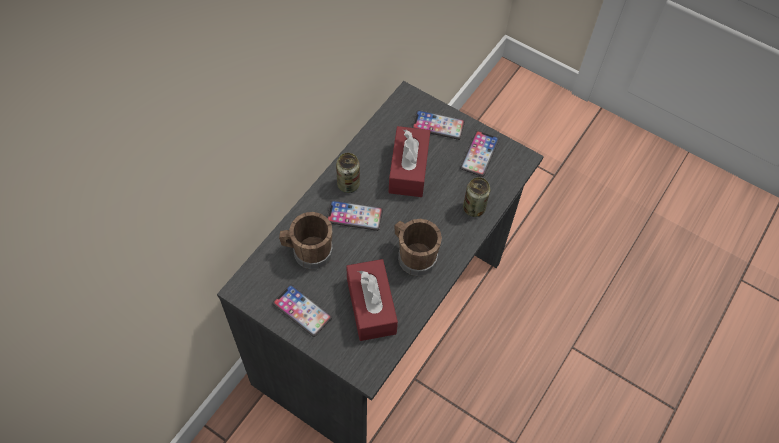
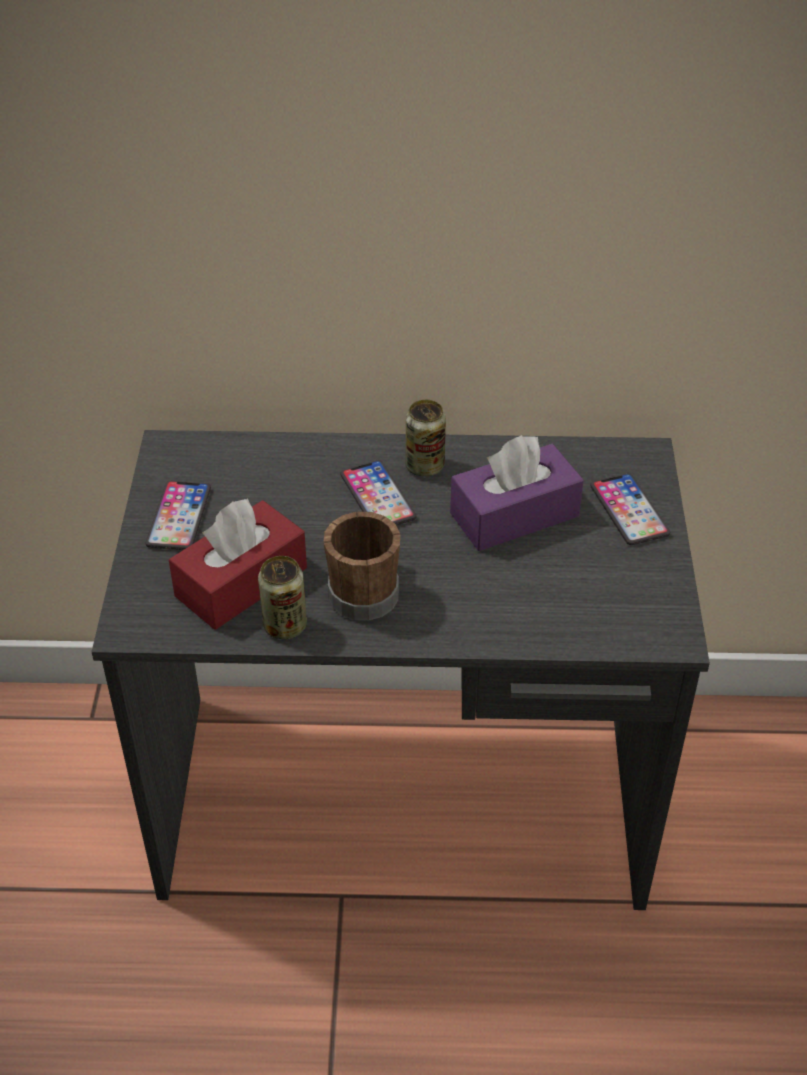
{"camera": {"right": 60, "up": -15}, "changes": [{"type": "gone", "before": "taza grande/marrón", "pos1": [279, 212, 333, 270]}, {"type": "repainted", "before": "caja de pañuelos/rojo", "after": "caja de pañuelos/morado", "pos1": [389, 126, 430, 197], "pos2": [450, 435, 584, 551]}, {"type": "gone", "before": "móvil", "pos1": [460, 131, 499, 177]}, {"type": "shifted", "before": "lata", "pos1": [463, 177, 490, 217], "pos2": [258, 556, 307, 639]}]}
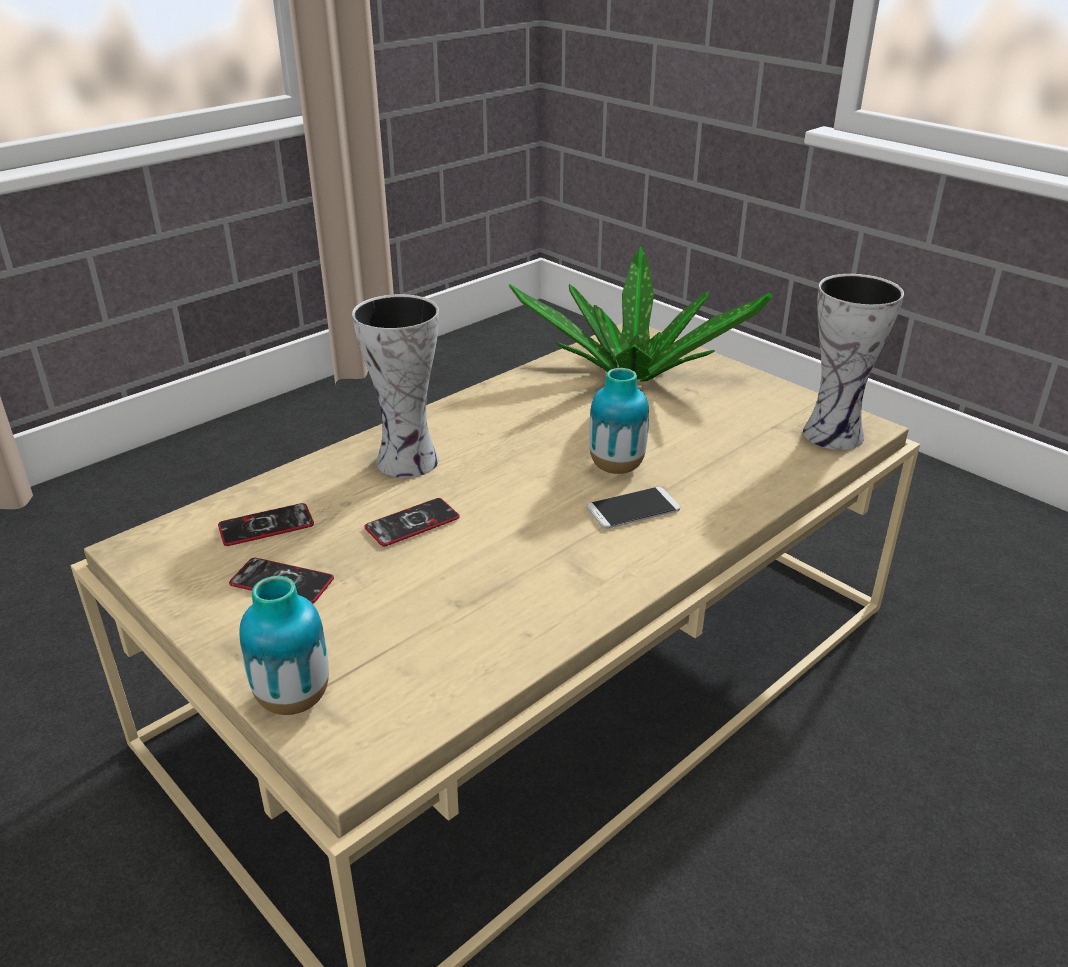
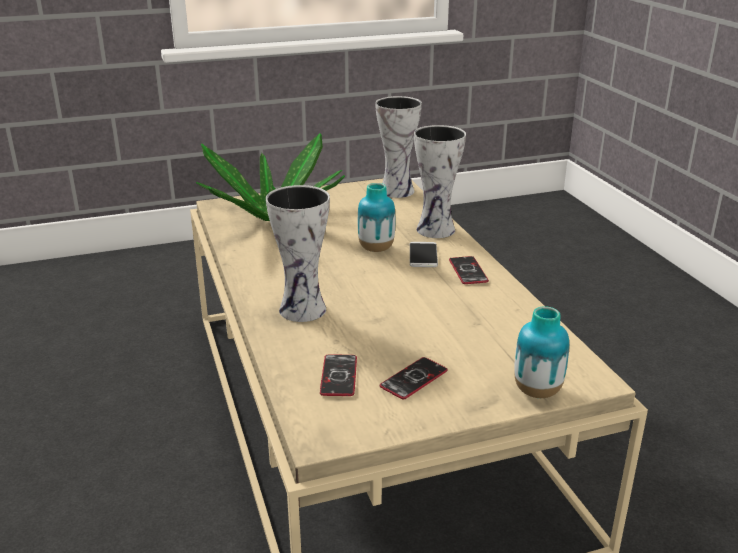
{"camera": {"right": -65, "up": -5}, "changes": [{"type": "shifted", "before": "móvil", "pos1": [364, 498, 460, 546], "pos2": [449, 256, 489, 284]}, {"type": "new", "after": "florero", "pos2": [414, 125, 466, 238]}]}
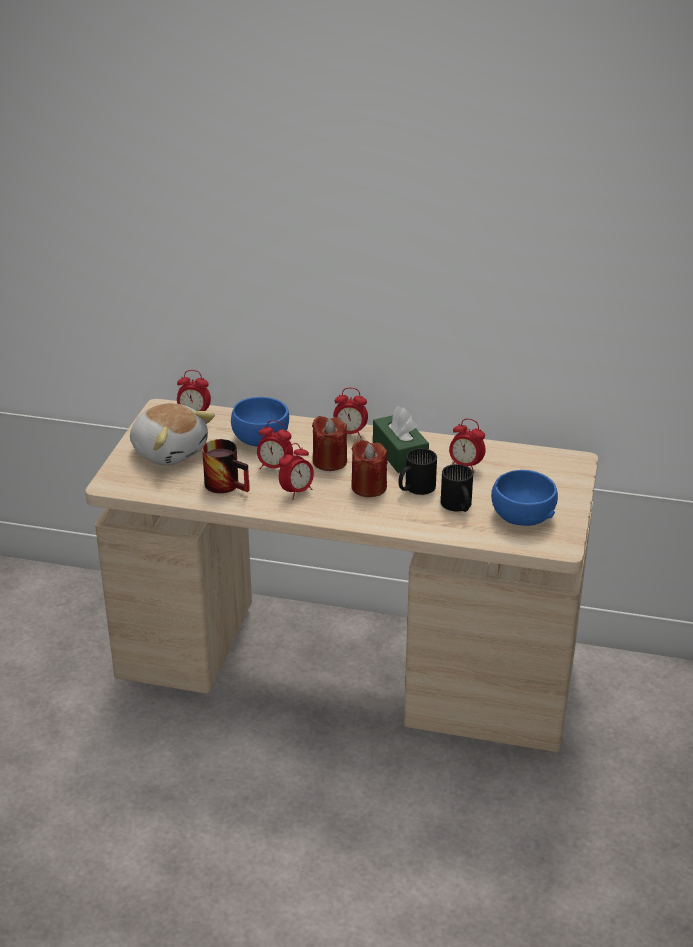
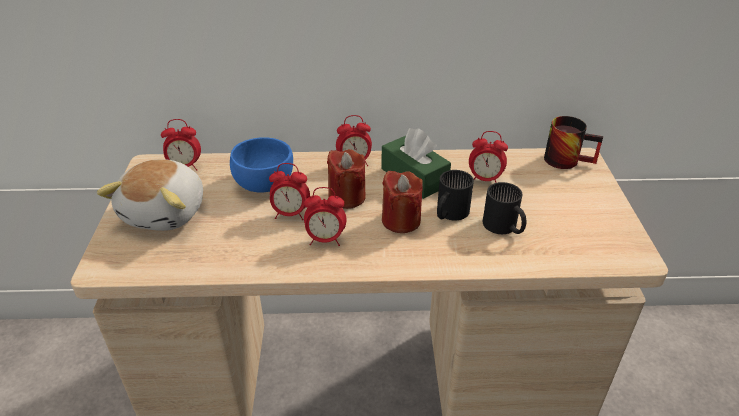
{"camera": {"right": -15, "up": 5}, "changes": [{"type": "rotated", "before": "peluche", "pos1": [130, 403, 215, 465], "pos2": [97, 159, 203, 231], "turn": 75}, {"type": "shifted", "before": "taza grande", "pos1": [202, 439, 250, 493], "pos2": [544, 116, 603, 169]}, {"type": "rotated", "before": "despertador", "pos1": [279, 443, 314, 499], "pos2": [304, 187, 346, 246], "turn": 60}, {"type": "gone", "before": "cuenco/azul", "pos1": [491, 470, 558, 526]}]}
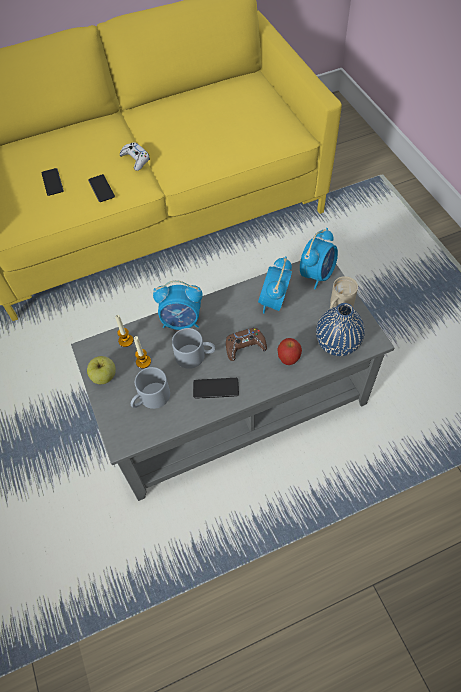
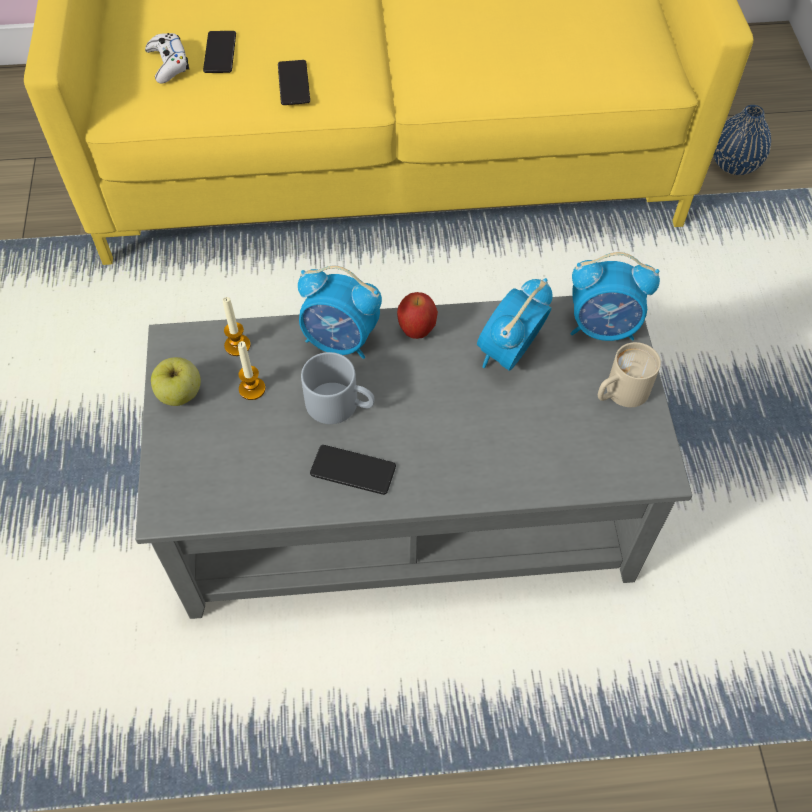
{"camera": {"right": 15, "up": 0}, "changes": [{"type": "shifted", "before": "mando de consola/blanco", "pos1": [120, 142, 150, 171], "pos2": [145, 33, 189, 84]}, {"type": "gone", "before": "taza grande/gris", "pos1": [131, 367, 170, 409]}, {"type": "gone", "before": "mando de consola/marrón", "pos1": [226, 328, 267, 361]}, {"type": "shifted", "before": "manzana", "pos1": [277, 338, 302, 365], "pos2": [397, 292, 438, 339]}, {"type": "rotated", "before": "despertador", "pos1": [300, 228, 338, 289], "pos2": [570, 252, 660, 341], "turn": 45}, {"type": "shifted", "before": "florero/azul", "pos1": [316, 303, 365, 356], "pos2": [713, 105, 771, 175]}]}
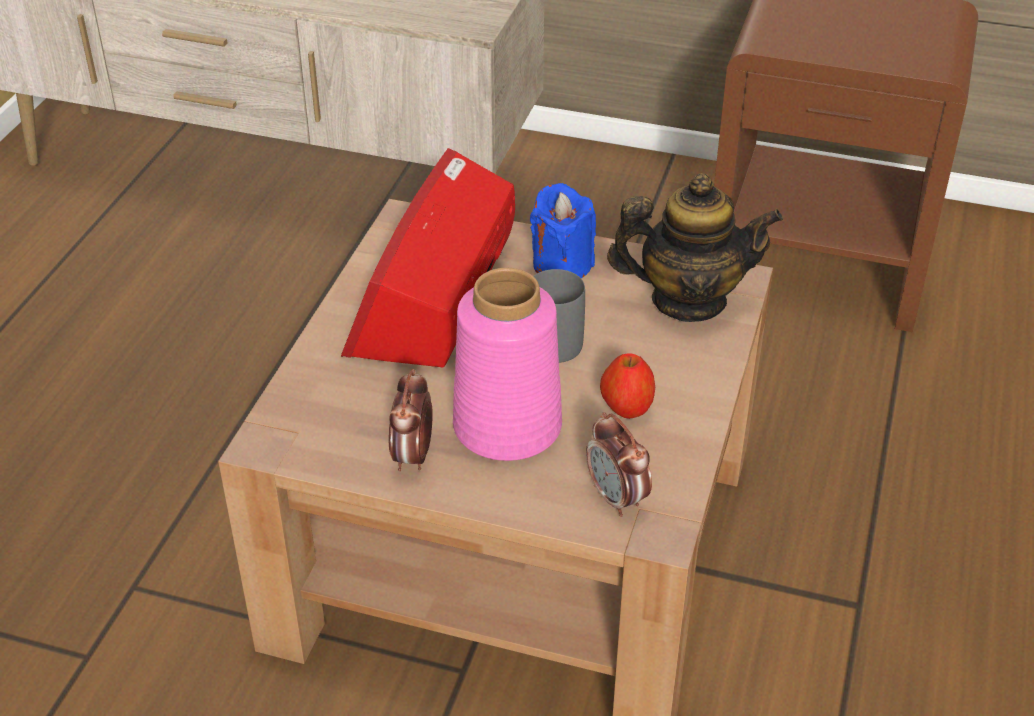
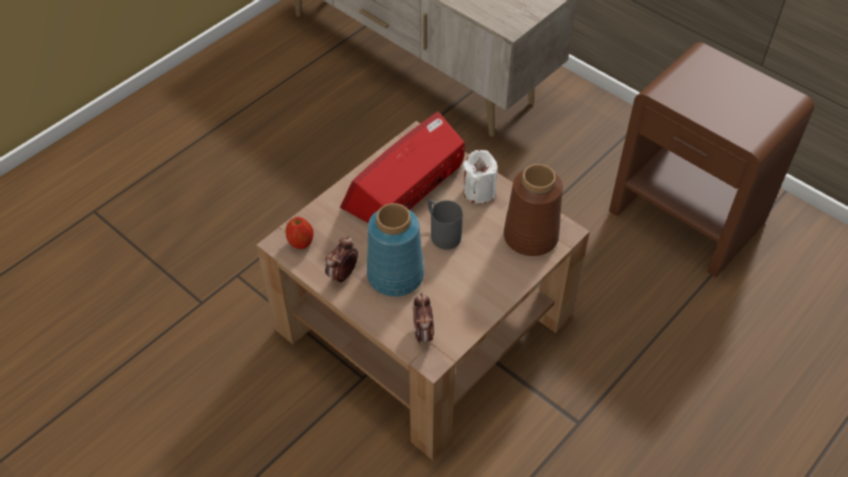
{"camera": {"right": 25, "up": 10}, "changes": [{"type": "repainted", "before": "florero/rosa", "after": "florero/azul", "pos1": [453, 268, 562, 461], "pos2": [367, 203, 424, 297]}, {"type": "repainted", "before": "vela/azul", "after": "vela/blanco", "pos1": [530, 183, 596, 278], "pos2": [463, 150, 497, 204]}, {"type": "shifted", "before": "manzana", "pos1": [600, 354, 655, 419], "pos2": [286, 217, 314, 249]}, {"type": "swapped", "before": "tetera", "after": "florero/marrón", "pos1": [607, 174, 783, 322], "pos2": [504, 164, 563, 256]}]}
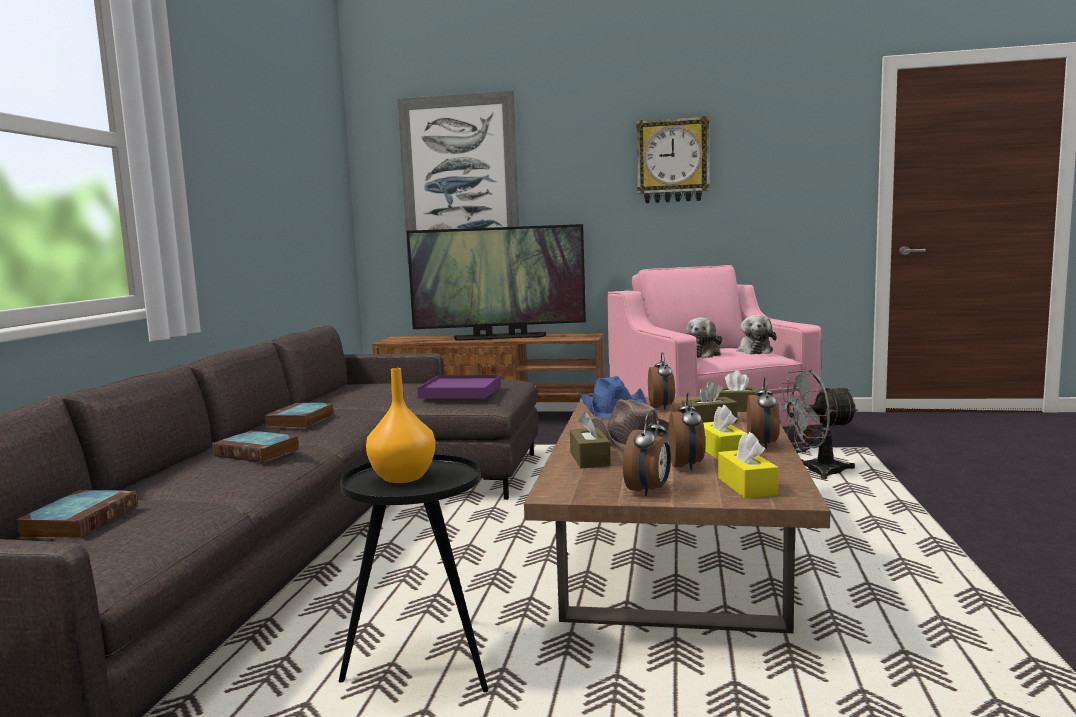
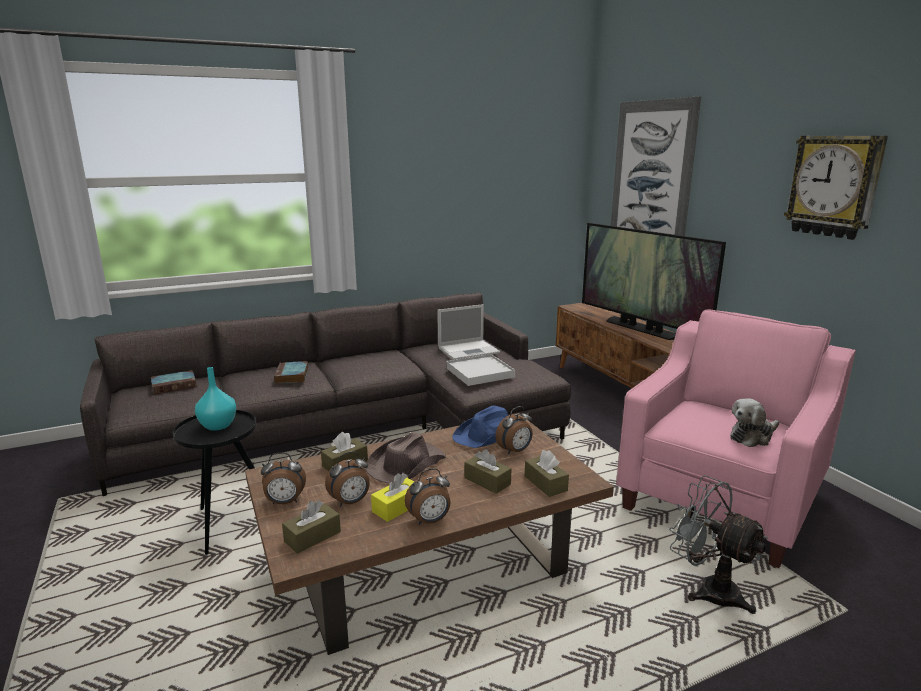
{"camera": {"right": 55, "up": 10}, "changes": [{"type": "gone", "before": "libro", "pos1": [265, 403, 334, 428]}, {"type": "repainted", "before": "florero/naranja", "after": "florero/turquesa", "pos1": [366, 368, 436, 483], "pos2": [195, 367, 236, 431]}, {"type": "repainted", "before": "bandeja/morado", "after": "bandeja/blanco", "pos1": [417, 375, 501, 398], "pos2": [446, 354, 515, 386]}, {"type": "gone", "before": "peluche", "pos1": [687, 317, 722, 358]}, {"type": "repainted", "before": "caja de pañuelos/amarillo", "after": "caja de pañuelos/marrón", "pos1": [718, 432, 778, 498], "pos2": [282, 500, 341, 554]}, {"type": "new", "after": "portátil", "pos2": [437, 304, 500, 360]}]}
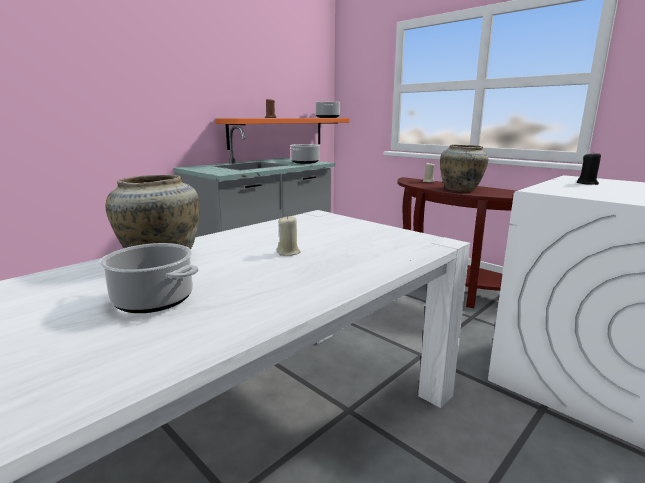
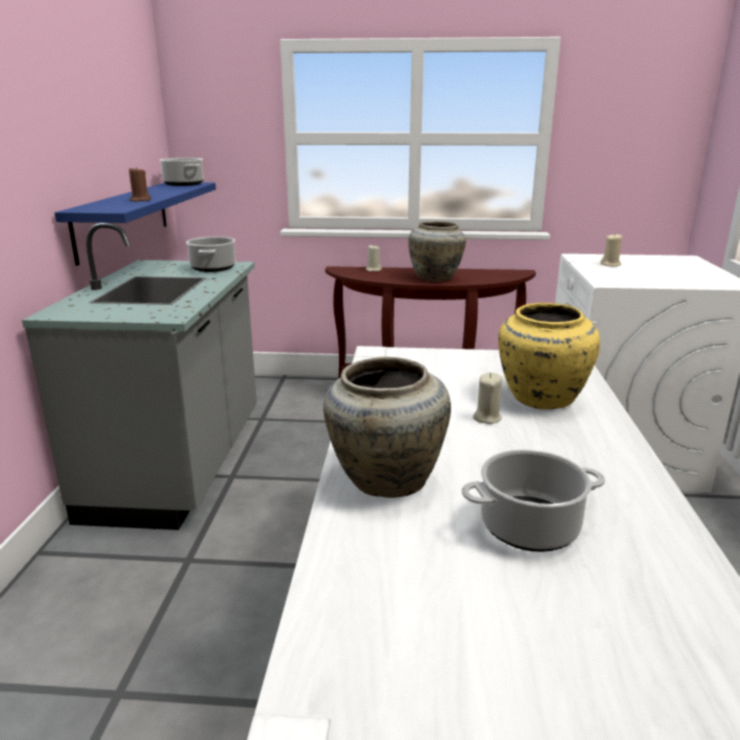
{"camera": {"right": -40, "up": 5}, "changes": [{"type": "repainted", "before": "estante/naranja", "after": "estante/azul", "pos1": [215, 118, 349, 150], "pos2": [55, 183, 216, 266]}, {"type": "repainted", "before": "vela/negro", "after": "vela/beis", "pos1": [577, 151, 601, 185], "pos2": [600, 234, 622, 266]}, {"type": "new", "after": "florero/amarillo", "pos2": [498, 303, 600, 410]}]}
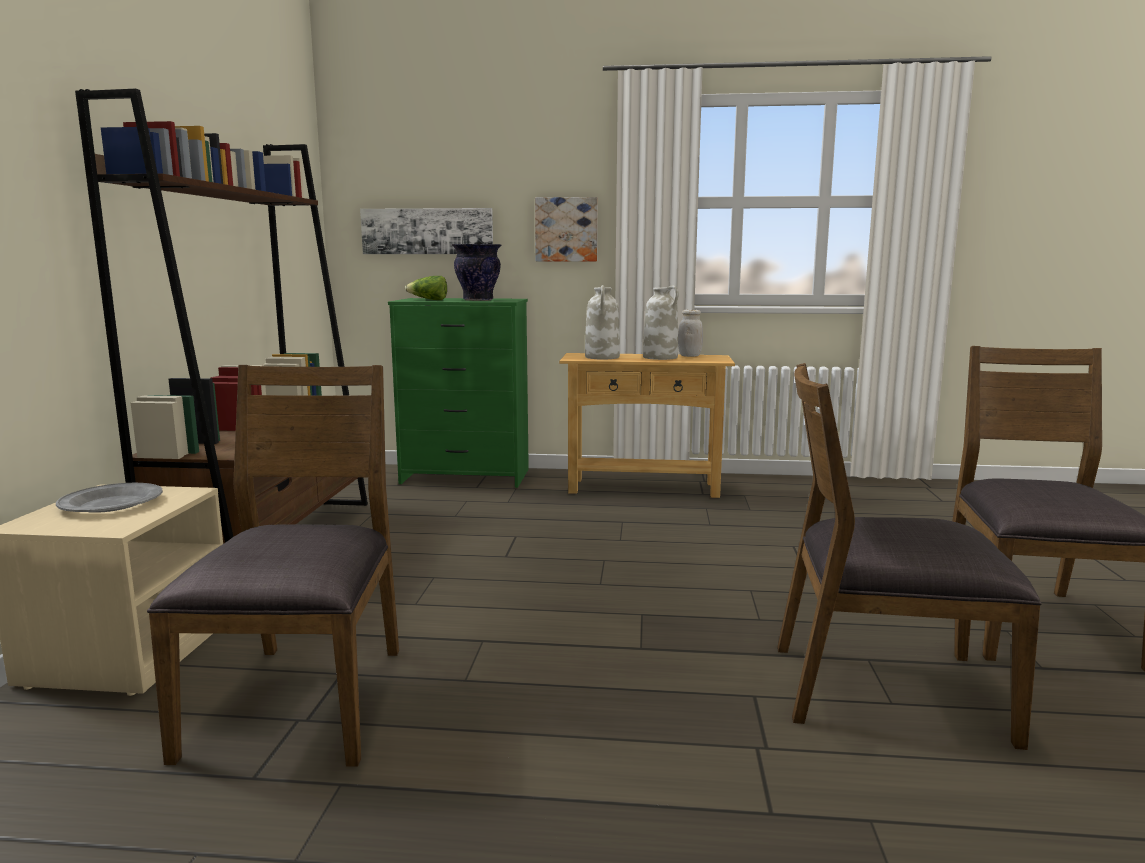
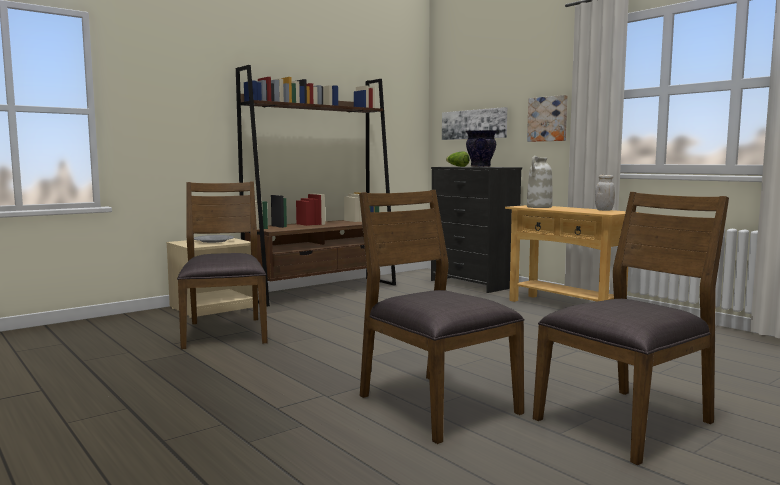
{"camera": {"right": 45, "up": -5}, "changes": [{"type": "rotated", "before": "silla/marrón", "pos1": [147, 365, 399, 767], "pos2": [177, 182, 268, 349], "turn": -60}, {"type": "repainted", "before": "cómoda/verde", "after": "cómoda/negro", "pos1": [388, 298, 529, 488], "pos2": [431, 167, 522, 293]}, {"type": "gone", "before": "florero/blanco", "pos1": [643, 285, 679, 360]}]}
